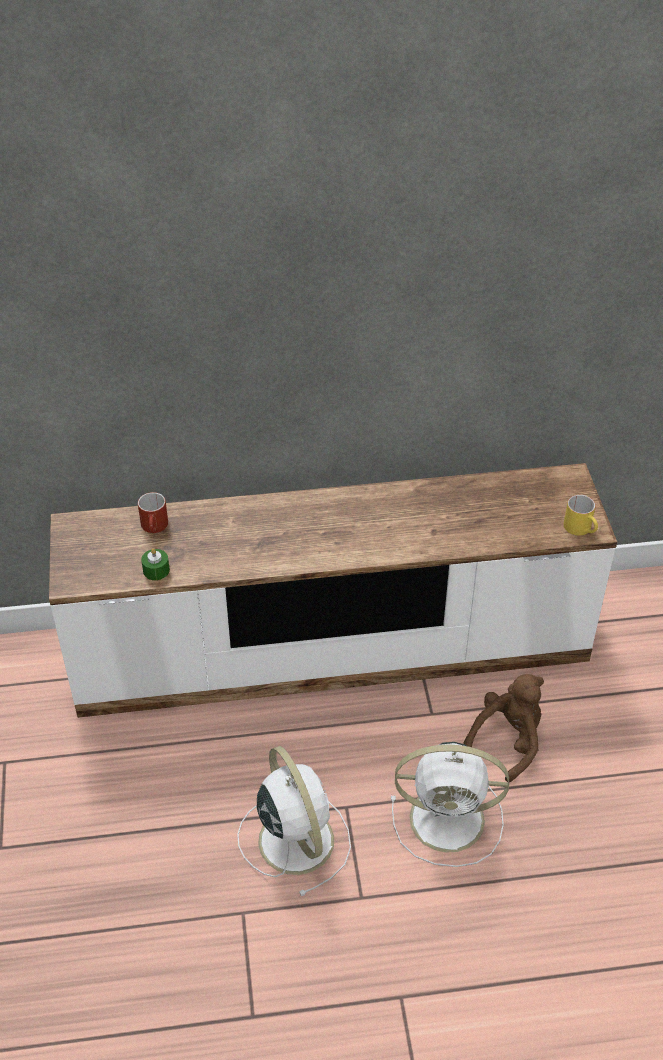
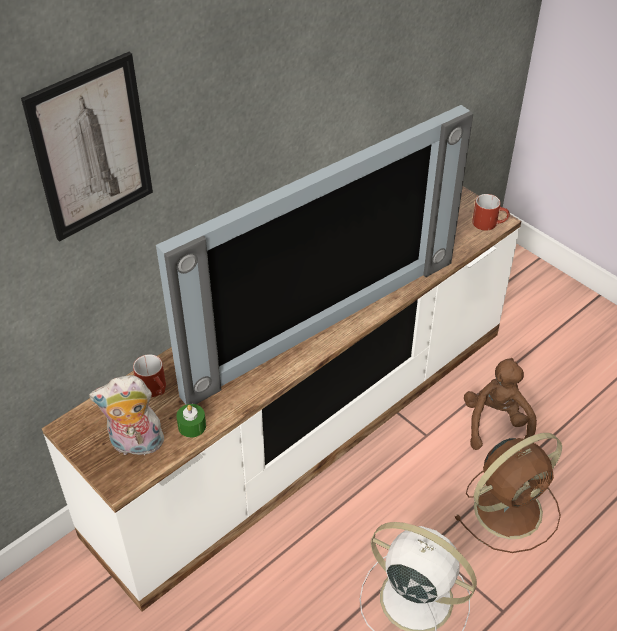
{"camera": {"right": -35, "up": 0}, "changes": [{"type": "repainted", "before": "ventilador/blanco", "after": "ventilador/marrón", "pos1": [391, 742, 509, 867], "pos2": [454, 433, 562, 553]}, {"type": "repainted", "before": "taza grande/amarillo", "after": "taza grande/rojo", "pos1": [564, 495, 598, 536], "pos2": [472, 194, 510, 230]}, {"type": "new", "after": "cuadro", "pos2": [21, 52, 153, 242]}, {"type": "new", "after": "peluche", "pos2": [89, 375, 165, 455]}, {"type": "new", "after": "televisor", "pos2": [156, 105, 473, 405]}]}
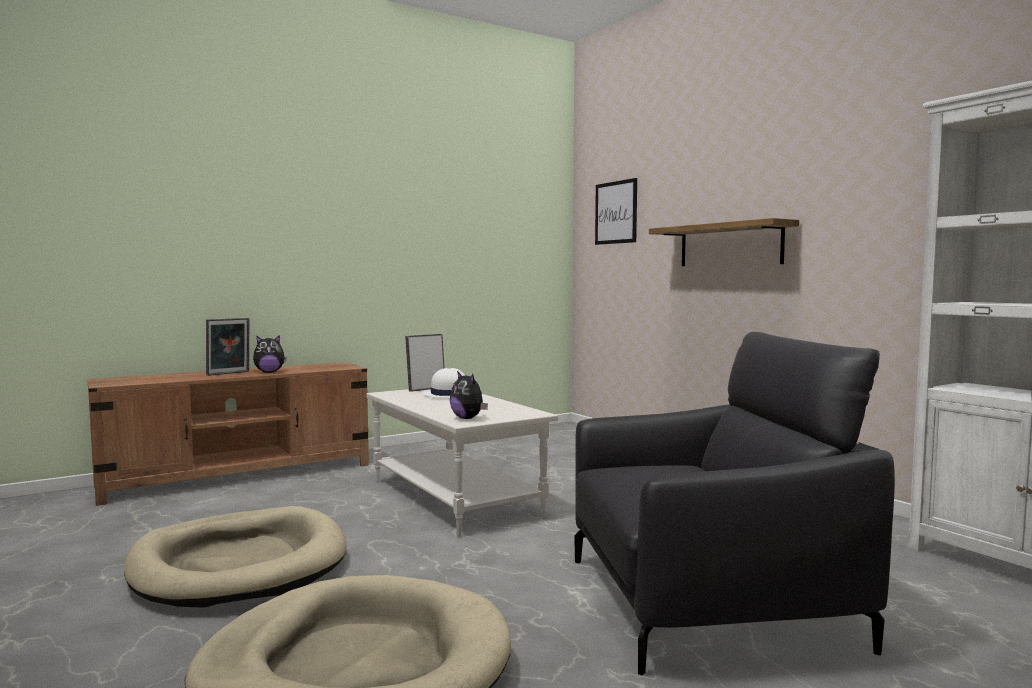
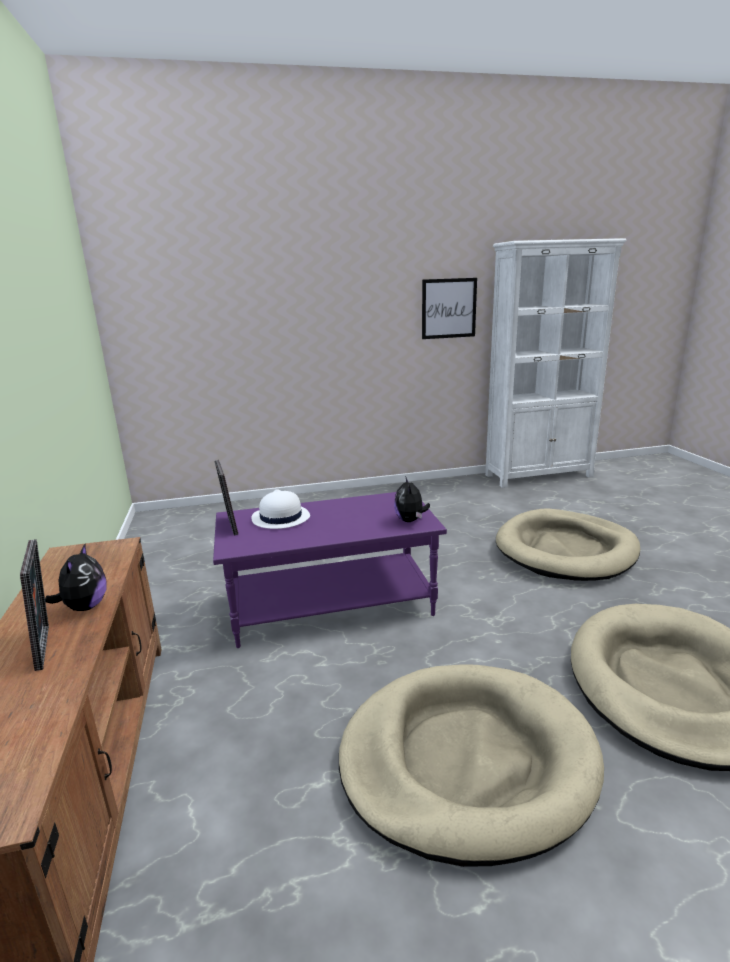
{"camera": {"right": -70, "up": 15}, "changes": [{"type": "repainted", "before": "mesa de centro/blanco", "after": "mesa de centro/morado", "pos1": [366, 389, 558, 537], "pos2": [213, 492, 447, 648]}, {"type": "rotated", "before": "peluche", "pos1": [450, 371, 488, 419], "pos2": [394, 476, 430, 522], "turn": 105}, {"type": "swapped", "before": "sillón/negro", "after": "cama para perro/beis", "pos1": [574, 332, 895, 676], "pos2": [496, 508, 640, 581]}, {"type": "shifted", "before": "cuadro", "pos1": [595, 178, 637, 245], "pos2": [422, 278, 477, 339]}, {"type": "gone", "before": "estante", "pos1": [649, 218, 799, 266]}]}
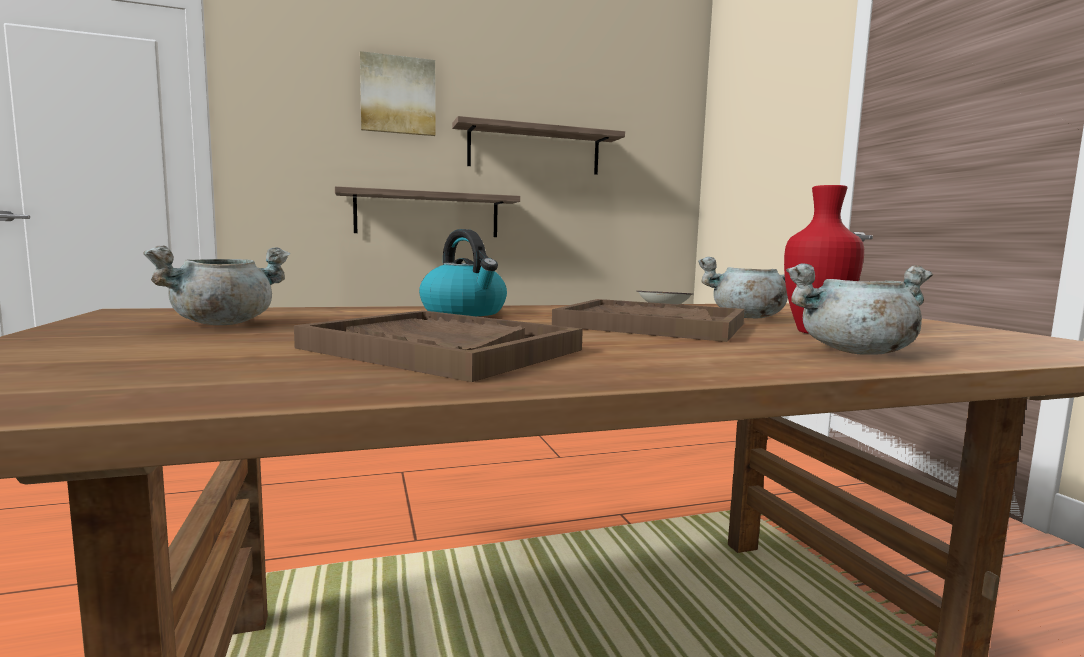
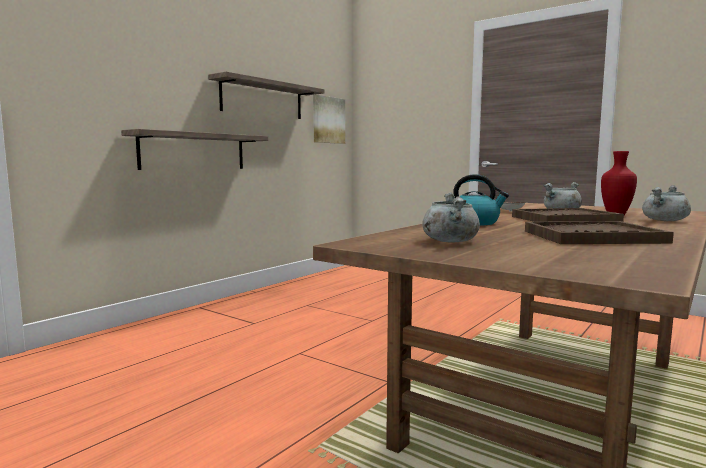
{"camera": {"right": -35, "up": 0}, "changes": [{"type": "shifted", "before": "cuadro", "pos1": [360, 51, 435, 136], "pos2": [313, 95, 345, 144]}]}
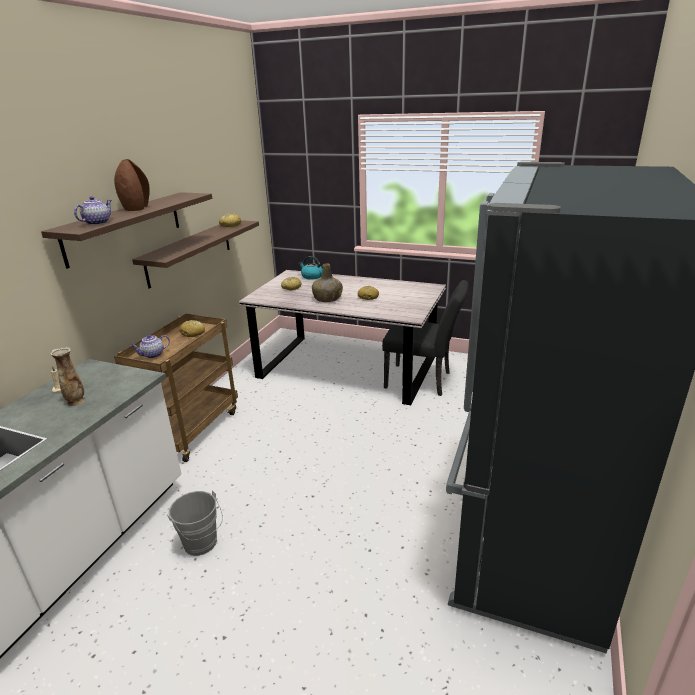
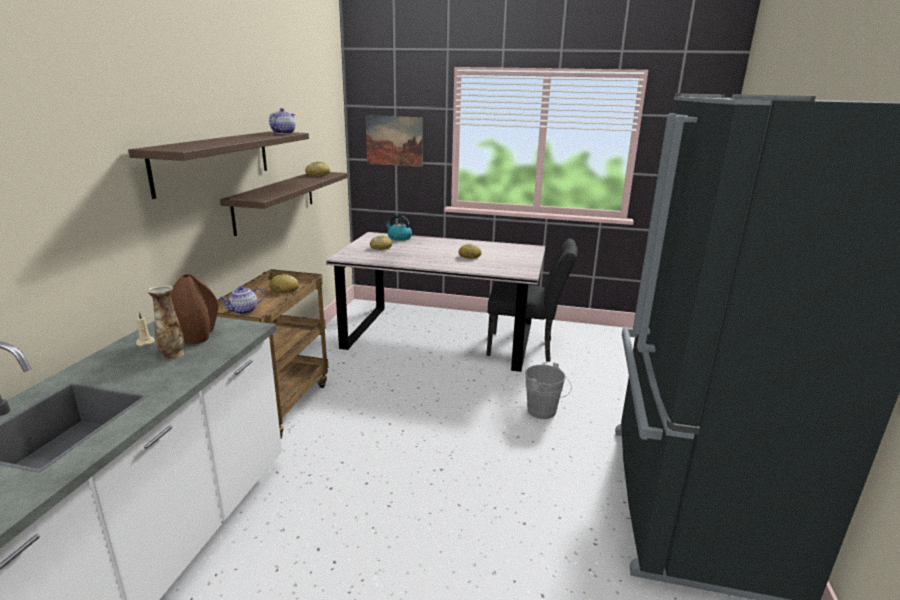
{"camera": {"right": -10, "up": -5}, "changes": [{"type": "shifted", "before": "tetera", "pos1": [74, 196, 111, 225], "pos2": [269, 108, 295, 134]}, {"type": "shifted", "before": "florero/marrón", "pos1": [114, 159, 150, 211], "pos2": [171, 274, 218, 344]}, {"type": "shifted", "before": "cubo/gris", "pos1": [167, 490, 223, 556], "pos2": [525, 363, 572, 419]}, {"type": "gone", "before": "botella/verde", "pos1": [312, 264, 343, 302]}, {"type": "new", "after": "cuadro", "pos2": [365, 115, 423, 167]}]}
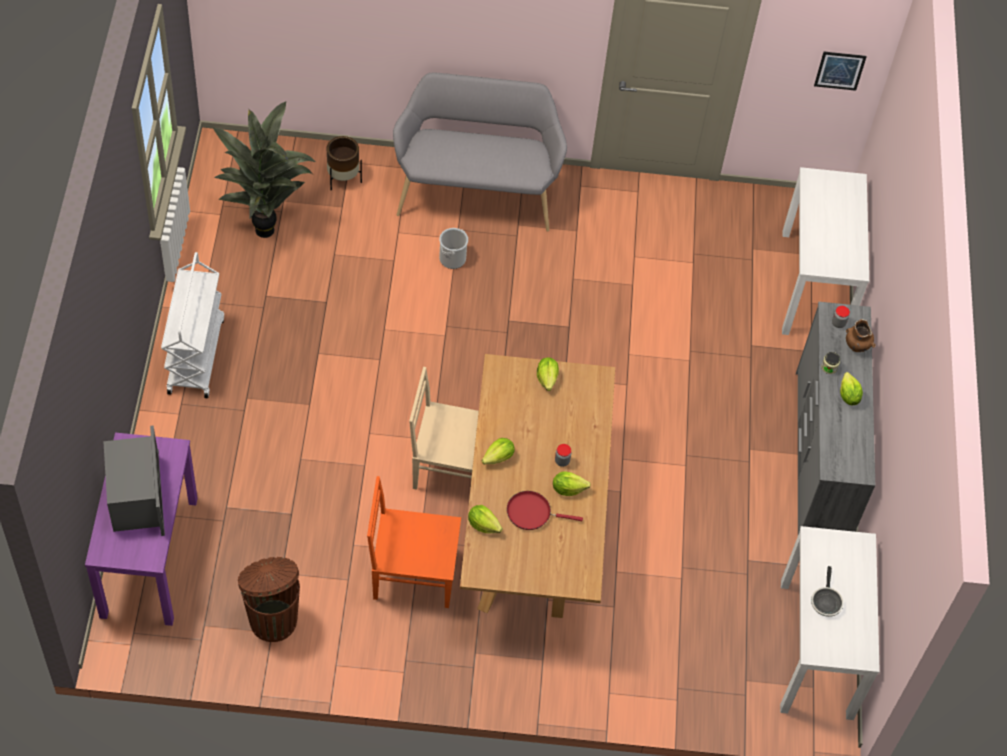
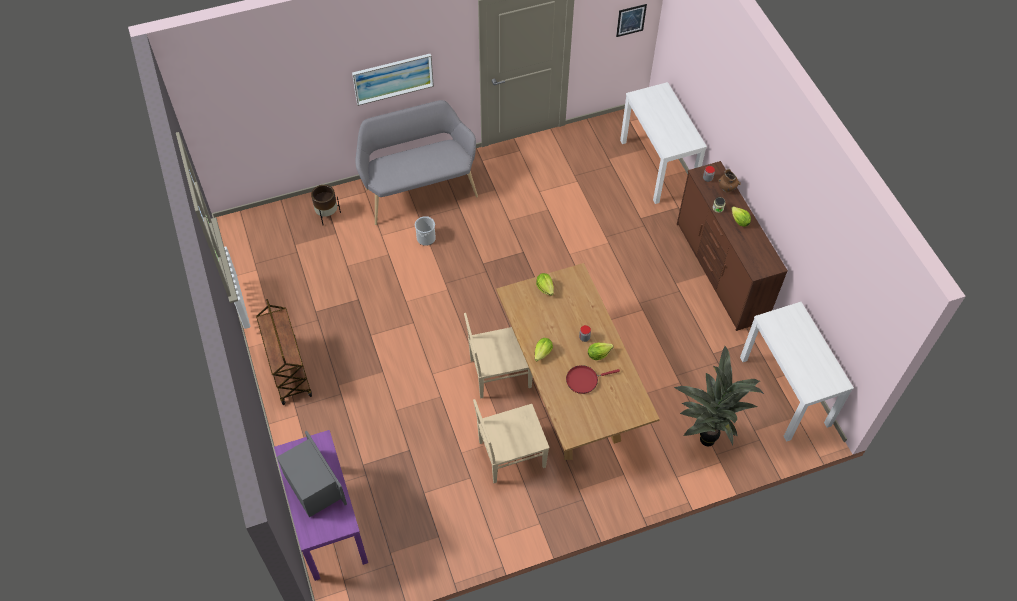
{"camera": {"right": -20, "up": 0}, "changes": [{"type": "repainted", "before": "carrito/blanco", "after": "carrito/marrón", "pos1": [161, 252, 224, 398], "pos2": [256, 299, 312, 405]}, {"type": "shifted", "before": "planta en maceta", "pos1": [213, 102, 316, 238], "pos2": [674, 346, 764, 446]}, {"type": "gone", "before": "papelera/marrón", "pos1": [238, 557, 300, 642]}, {"type": "repainted", "before": "silla/naranja", "after": "silla/beis", "pos1": [367, 476, 461, 608], "pos2": [473, 399, 550, 483]}, {"type": "gone", "before": "lechuga", "pos1": [468, 505, 503, 533]}, {"type": "repainted", "before": "cómoda/gris", "after": "cómoda/marrón", "pos1": [796, 302, 875, 534], "pos2": [677, 161, 788, 331]}, {"type": "gone", "before": "sartén", "pos1": [811, 566, 843, 617]}, {"type": "new", "after": "cuadro", "pos2": [352, 54, 434, 106]}]}
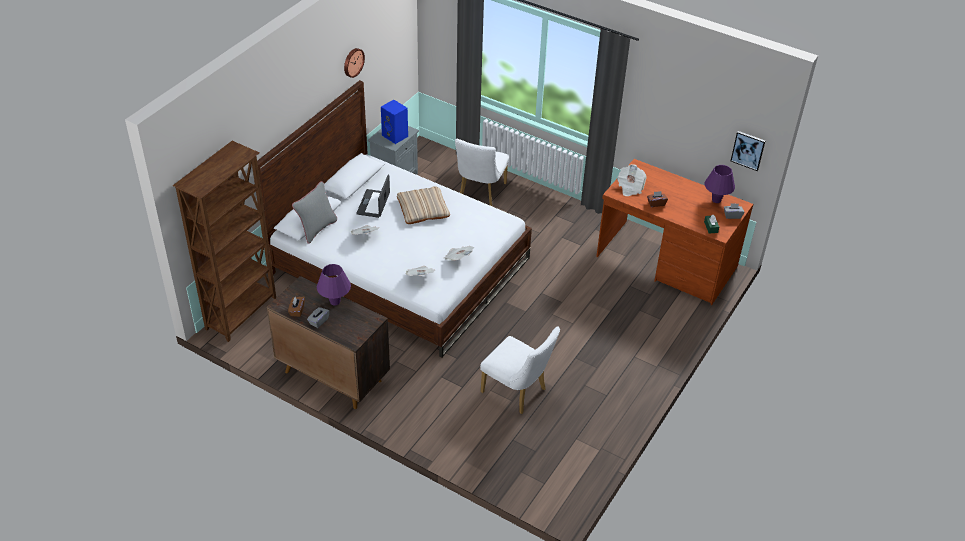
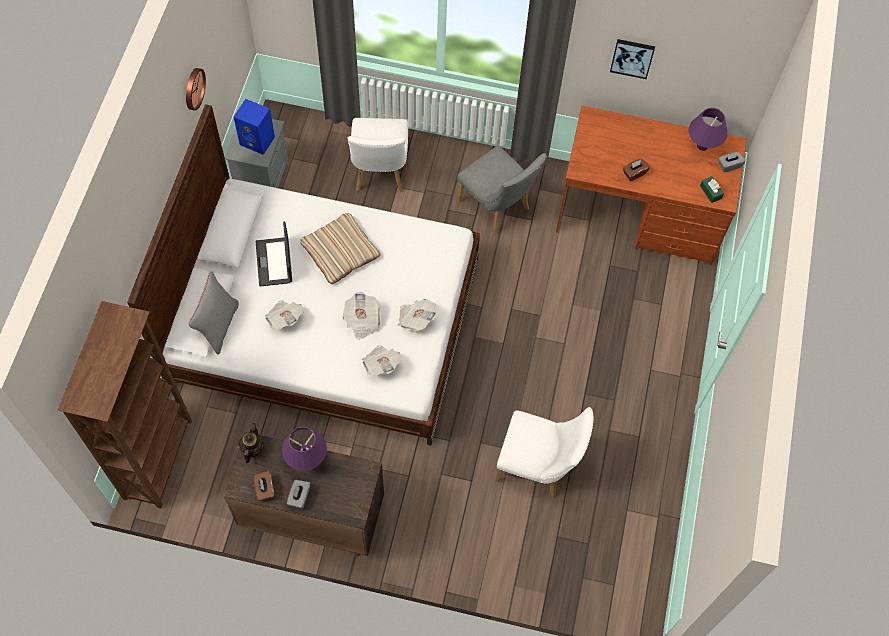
{"camera": {"right": -20, "up": 20}, "changes": [{"type": "shifted", "before": "periódico", "pos1": [617, 164, 647, 196], "pos2": [342, 292, 381, 340]}, {"type": "shifted", "before": "cuadro", "pos1": [731, 131, 765, 171], "pos2": [610, 39, 655, 79]}, {"type": "new", "after": "tetera", "pos2": [238, 423, 264, 463]}, {"type": "new", "after": "silla/gris", "pos2": [457, 146, 547, 234]}]}
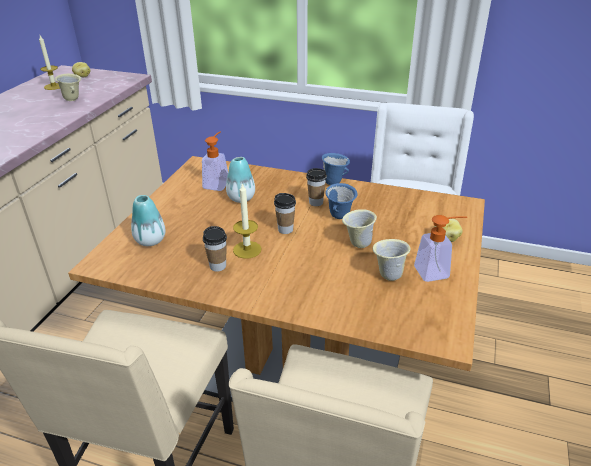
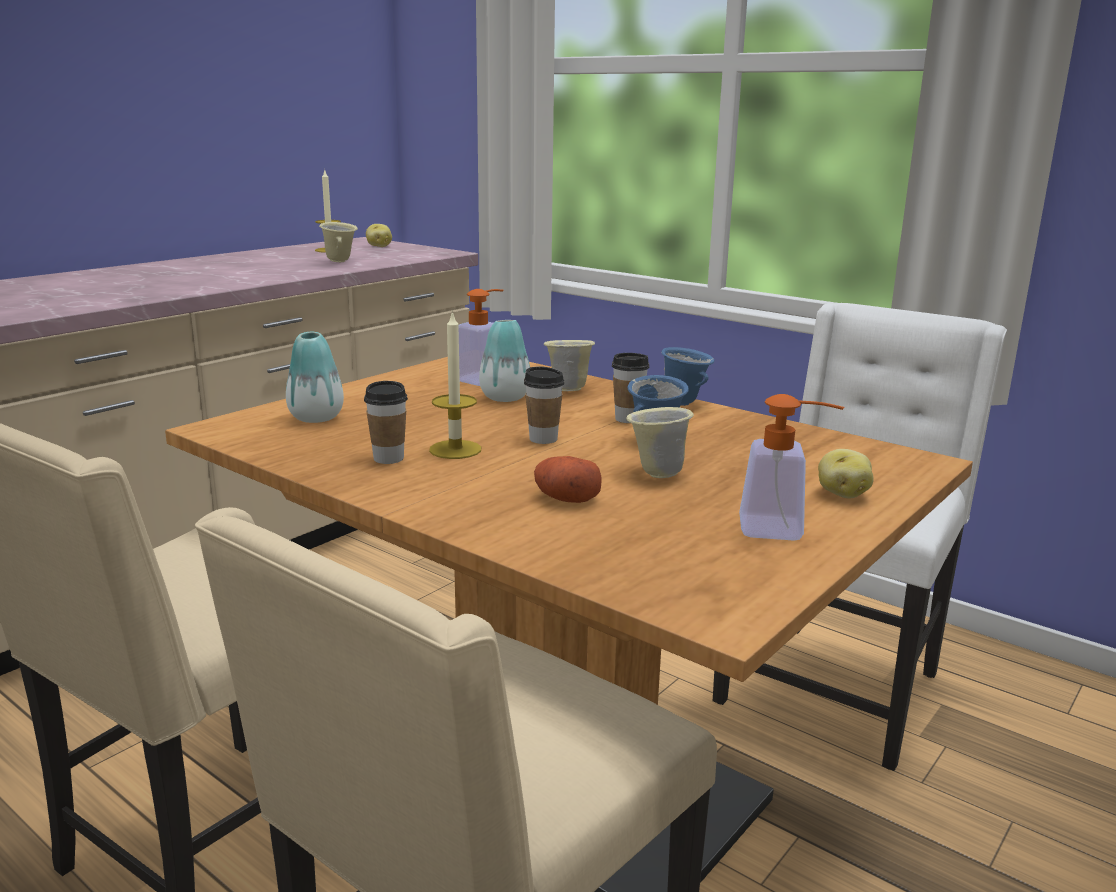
{"camera": {"right": 20, "up": -15}, "changes": [{"type": "shifted", "before": "taza grande/beis", "pos1": [373, 239, 410, 281], "pos2": [544, 340, 595, 391]}, {"type": "new", "after": "patata", "pos2": [534, 456, 601, 503]}]}
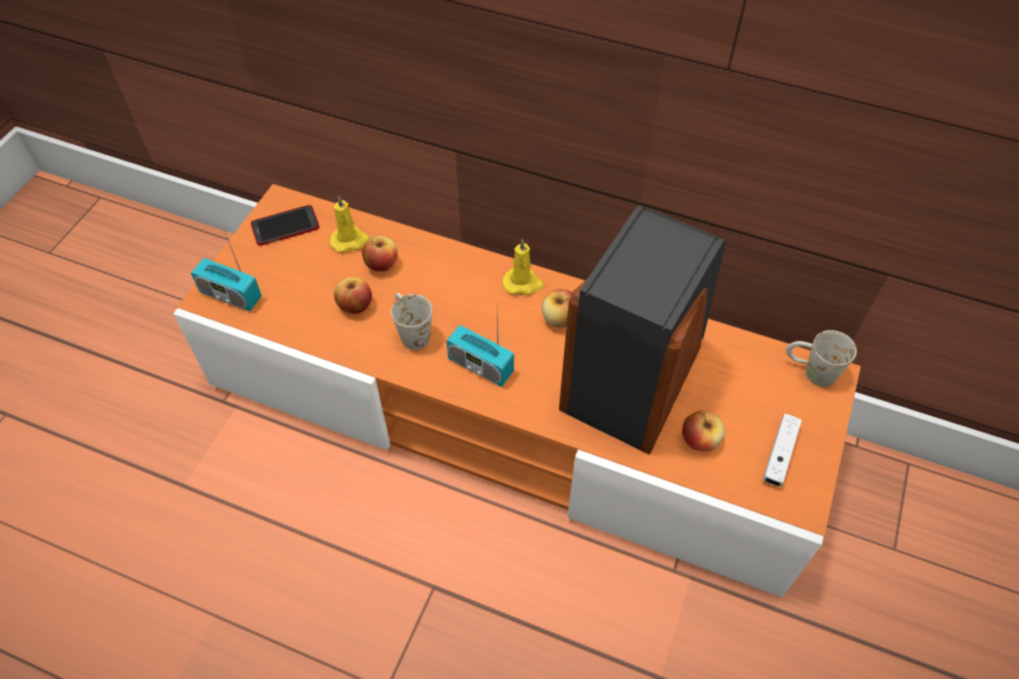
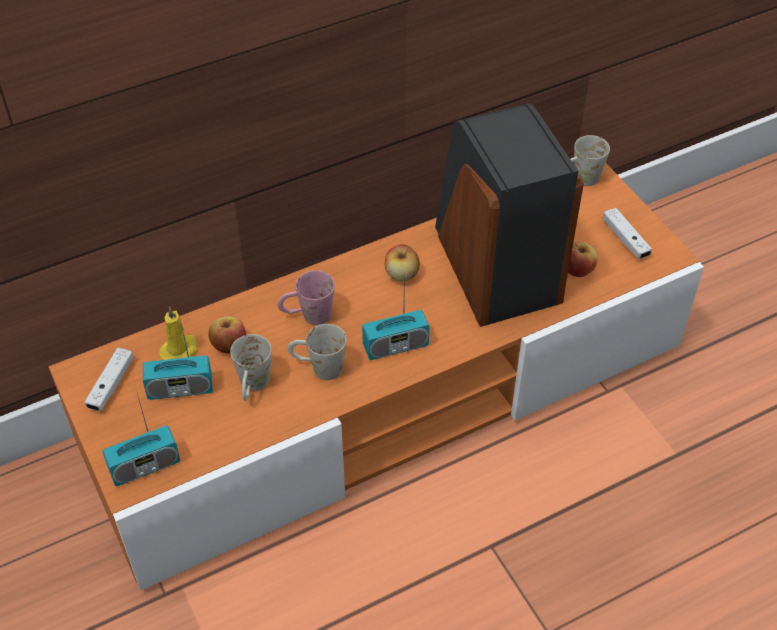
{"camera": {"right": -50, "up": -5}, "changes": [{"type": "swapped", "before": "móvil", "after": "mando de consola/blanco", "pos1": [251, 205, 319, 246], "pos2": [85, 348, 134, 411]}, {"type": "swapped", "before": "manzana", "after": "taza grande/blanco", "pos1": [334, 277, 372, 314], "pos2": [230, 334, 272, 401]}, {"type": "gone", "before": "vela/amarillo", "pos1": [503, 238, 544, 295]}, {"type": "new", "after": "radio", "pos2": [143, 319, 213, 400]}, {"type": "new", "after": "taza grande/rosa", "pos2": [277, 270, 335, 325]}]}
